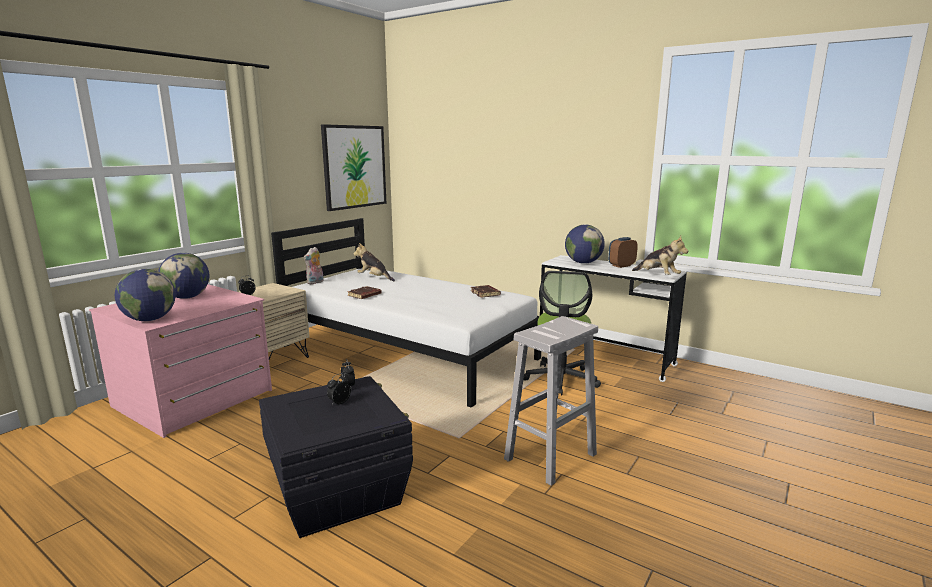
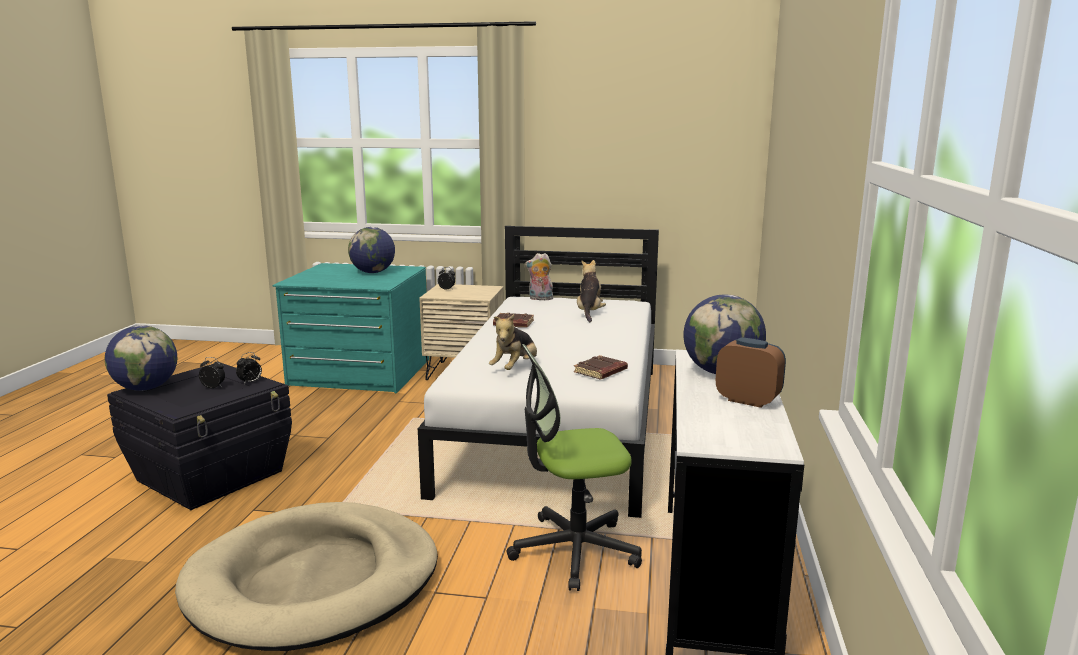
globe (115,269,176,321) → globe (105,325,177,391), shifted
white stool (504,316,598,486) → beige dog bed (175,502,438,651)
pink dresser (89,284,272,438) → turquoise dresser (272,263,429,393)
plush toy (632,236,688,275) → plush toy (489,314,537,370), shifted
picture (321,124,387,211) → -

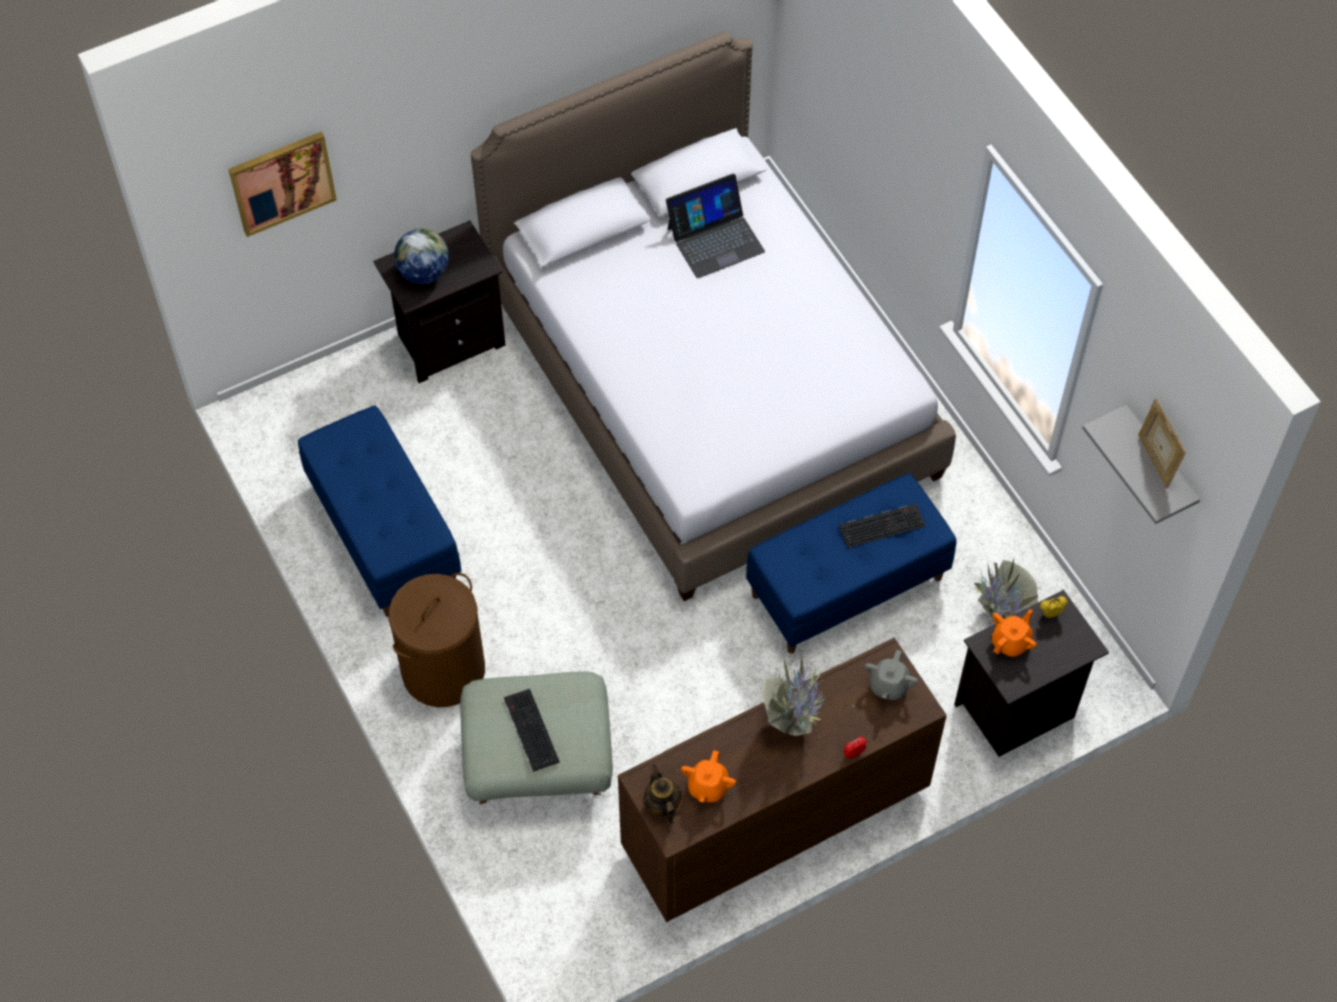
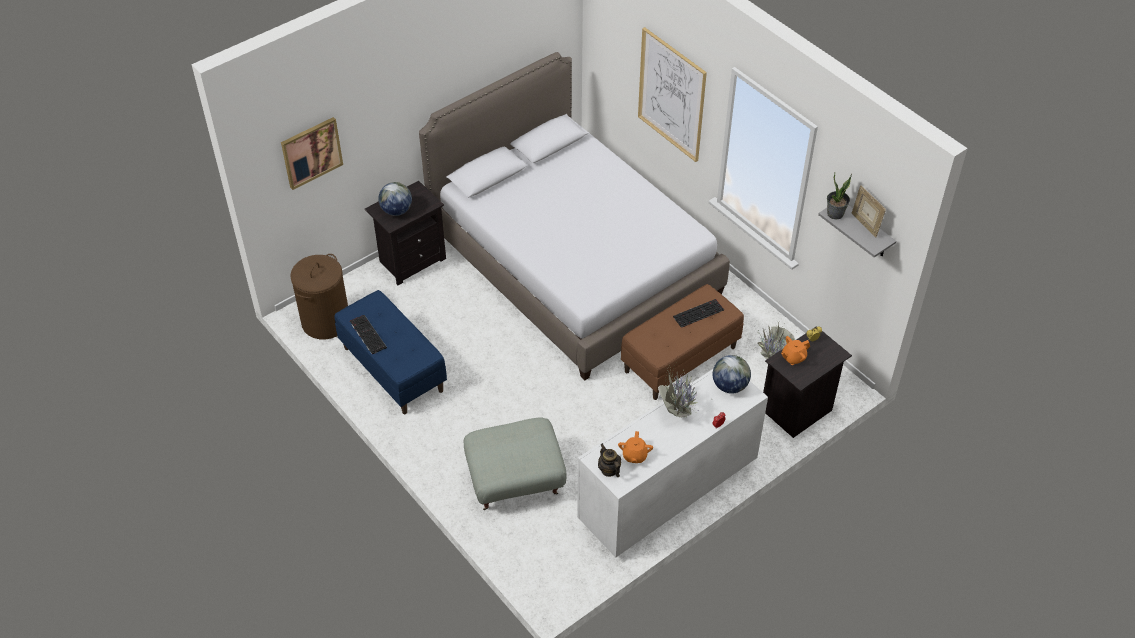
brown laundry basket (389,573,485,707) → brown laundry basket (290,254,348,340), shifted
keyboard (504,689,560,772) → keyboard (350,315,387,354), shifted
brown dresser (618,638,947,922) → white dresser (577,369,768,557)
blue bench (746,473,957,654) → brown bench (621,284,744,400)
- → picture (638,27,707,162)
grey teapot (865,650,918,700) → globe (713,355,751,394)
orange teapot (992,609,1037,657) → orange teapot (781,336,810,365), 150 degrees counterclockwise
- → potted plant (827,173,852,219)
laptop (666,173,765,278) → -

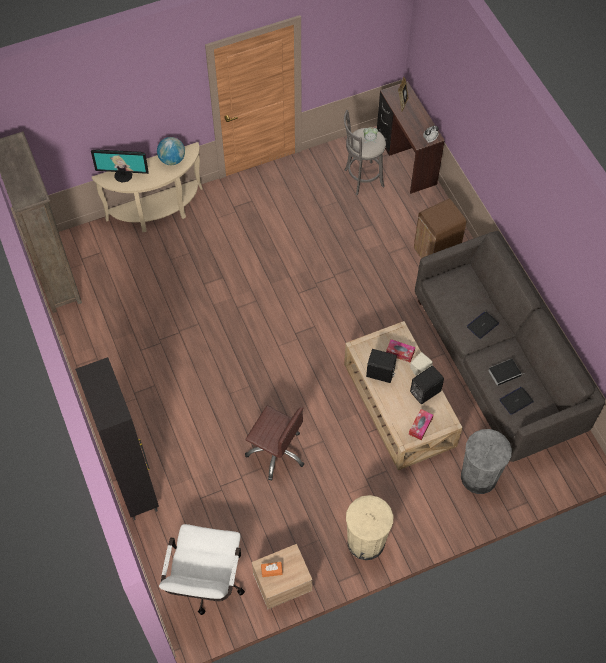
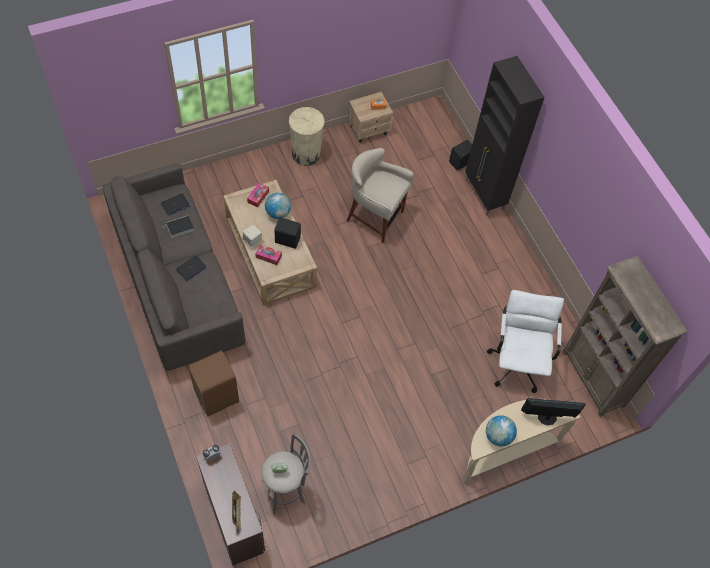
- → globe (265,193,291,219)
brown office chair (245,405,304,480) → beige stool (347,148,414,243)
black speaker (410,366,444,404) → black speaker (449,140,472,171), shifted
white office chair (159,524,245,615) → white office chair (487,290,564,393), shifted
grey trash can (461,429,512,494) → -

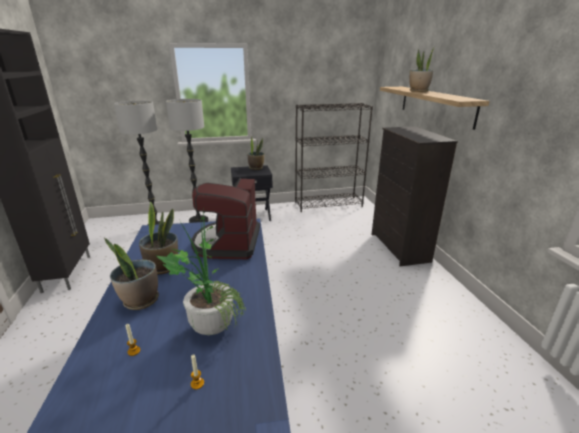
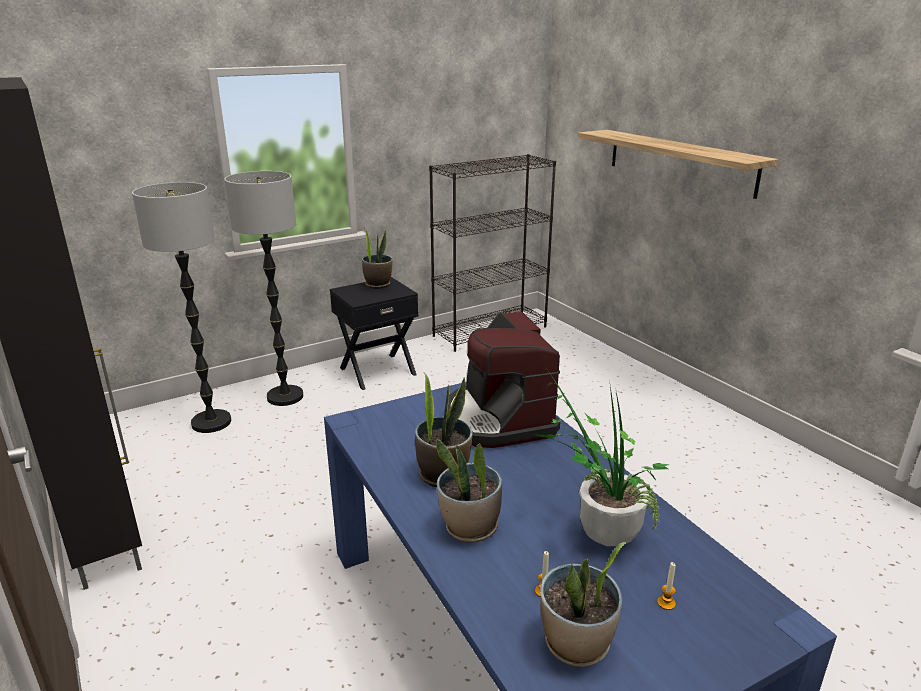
potted plant (409,46,435,92) → potted plant (540,542,627,667), shifted
black dresser (372,126,458,266) → -

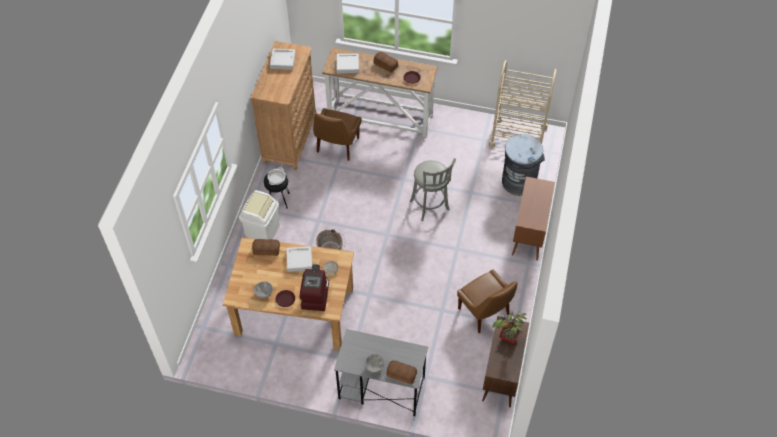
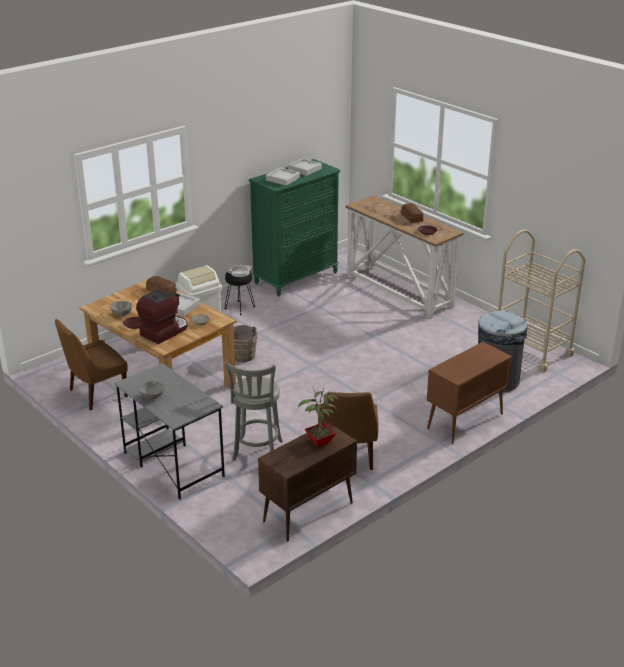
brown chair (313,108,362,160) → brown chair (55,319,128,410), shifted
grey stool (409,158,456,221) → grey stool (225,361,283,461), shifted
brown dresser (250,41,317,171) → green dresser (249,159,340,297)
grey tray (337,54,359,73) → grey tray (266,168,300,186), shifted
bread (386,360,417,385) → -

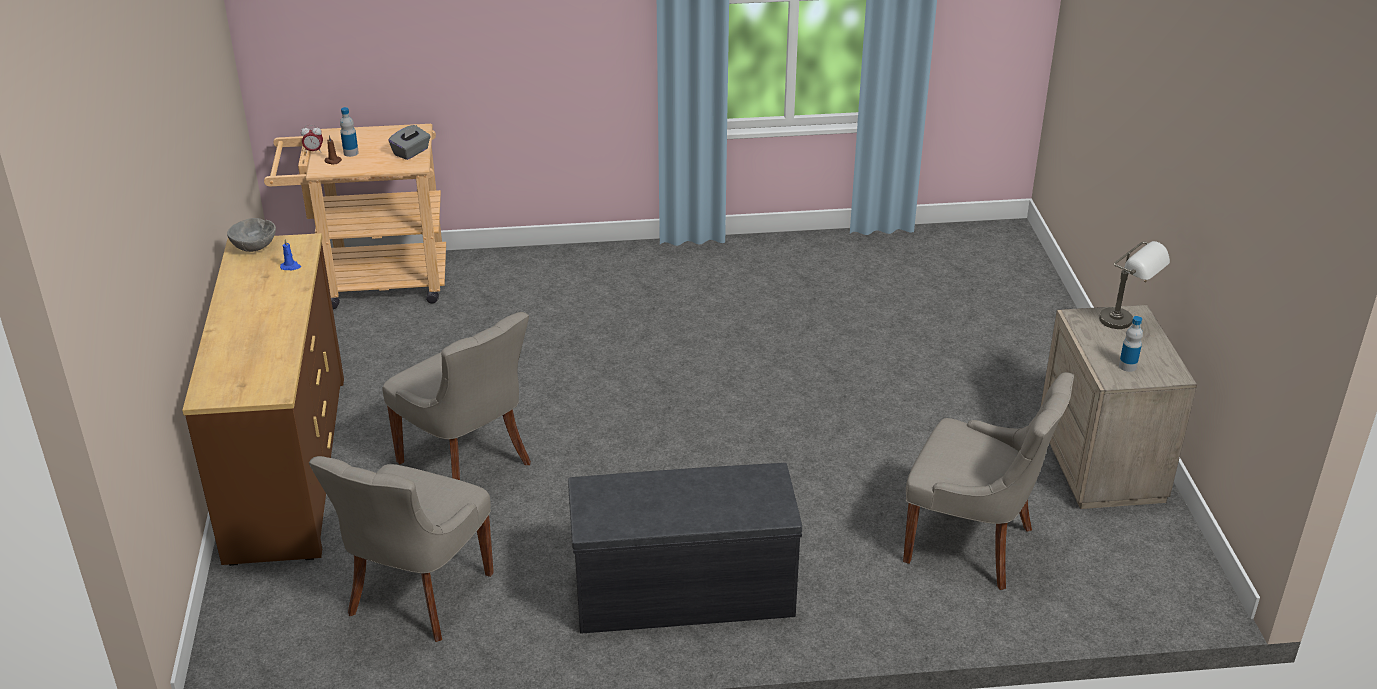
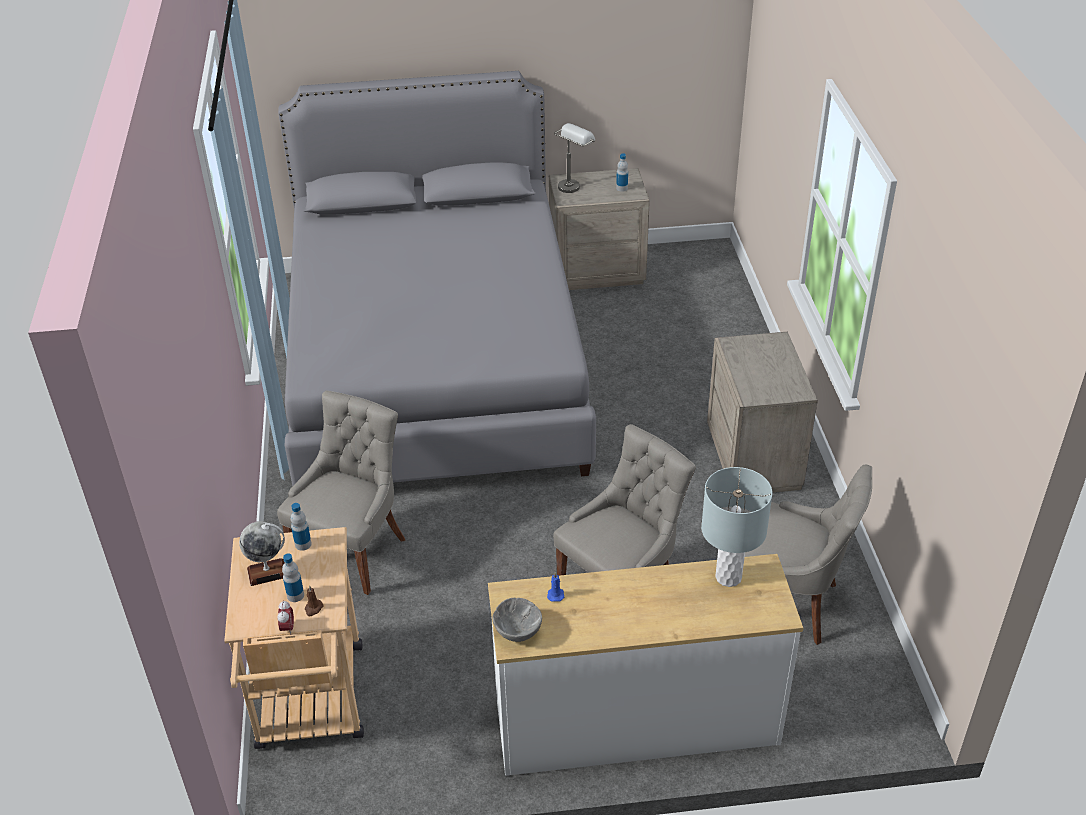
- → globe (239,521,285,586)
grey chair (903,372,1074,590) → grey chair (277,391,405,595), shifted
- → grey bed (278,71,596,486)
grey tissue box (388,125,431,160) → bottle (290,503,312,551)
brown dresser (182,233,344,566) → white dresser (488,554,803,776)
- → grey table lamp (701,467,772,587)
grey bench (568,463,802,634) → beige nightstand (707,332,818,493)

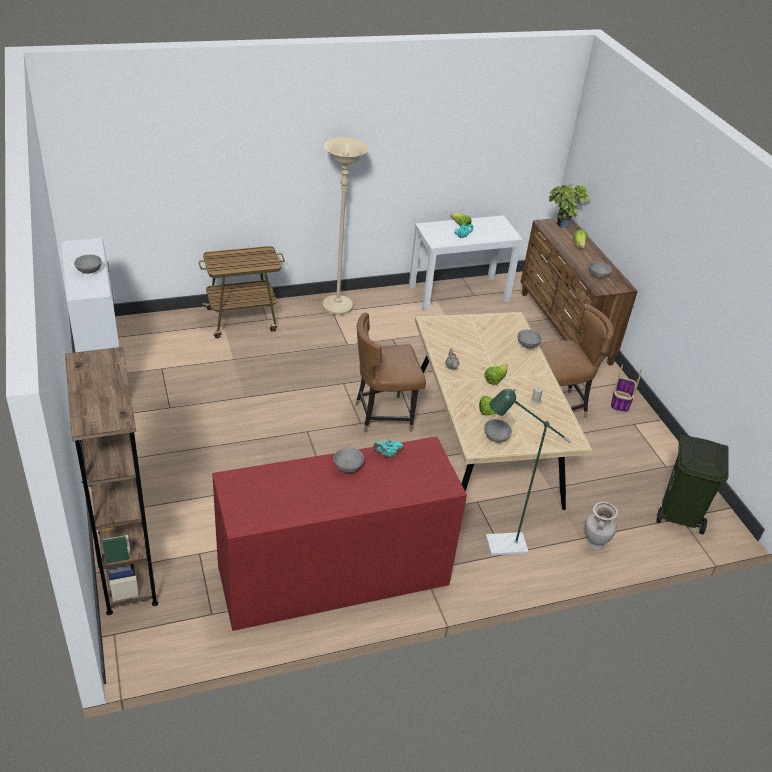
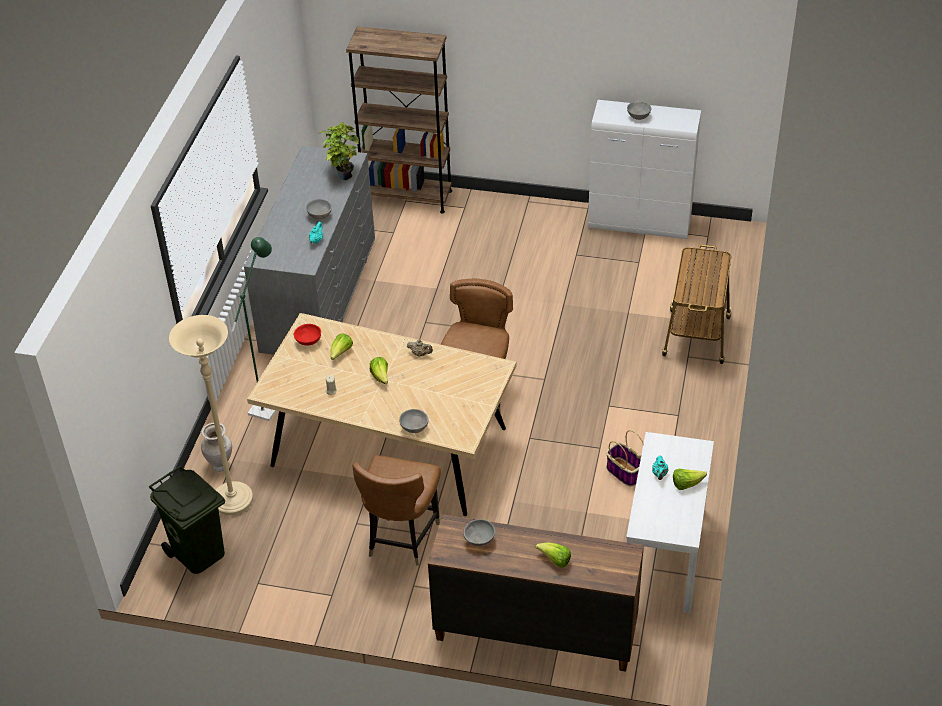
beige floor lamp (322,137,369,315) → beige floor lamp (169,315,253,515), shifted
red dresser (212,437,467,631) → grey dresser (244,146,375,355)
grey bowl (484,419,512,442) → red bowl (294,324,321,346)
potted plant (549,184,590,228) → potted plant (319,122,359,180), shifted
basket (611,364,642,412) → basket (606,430,644,487), shifted

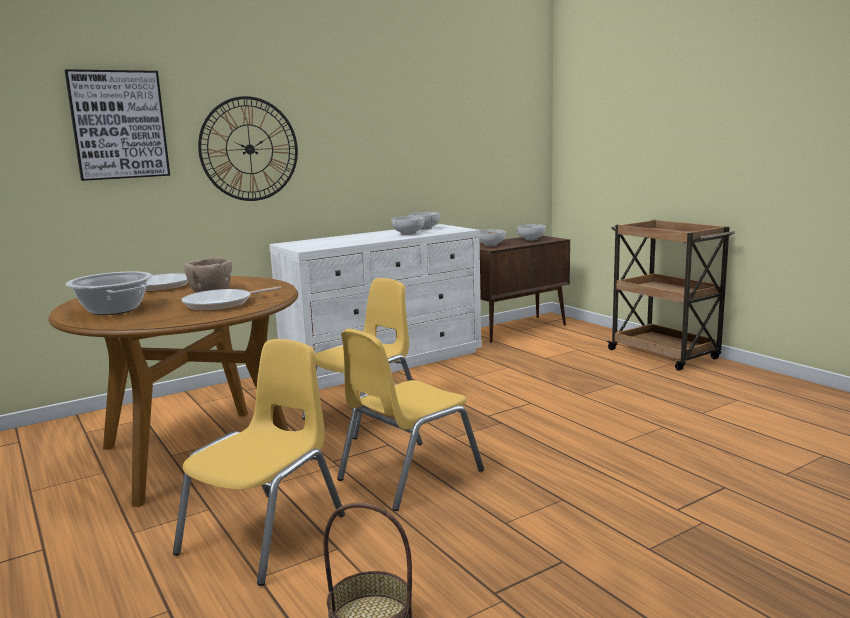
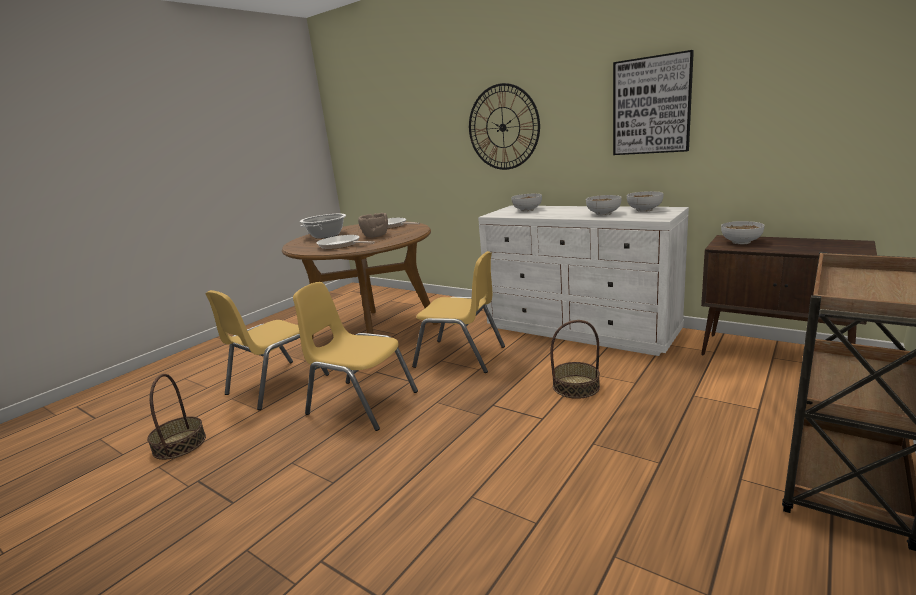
yellow chair (173,339,345,586) → yellow chair (206,290,329,410), 120 degrees clockwise
bowl (517,224,546,241) → bowl (511,194,542,212), shifted
- → basket (550,320,600,399)
picture (65,69,170,181) → picture (613,50,694,155), shifted

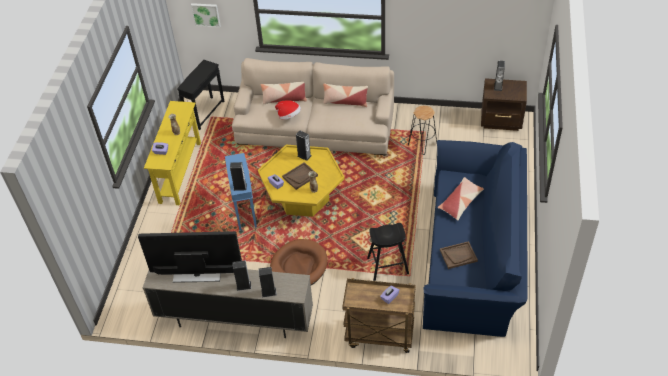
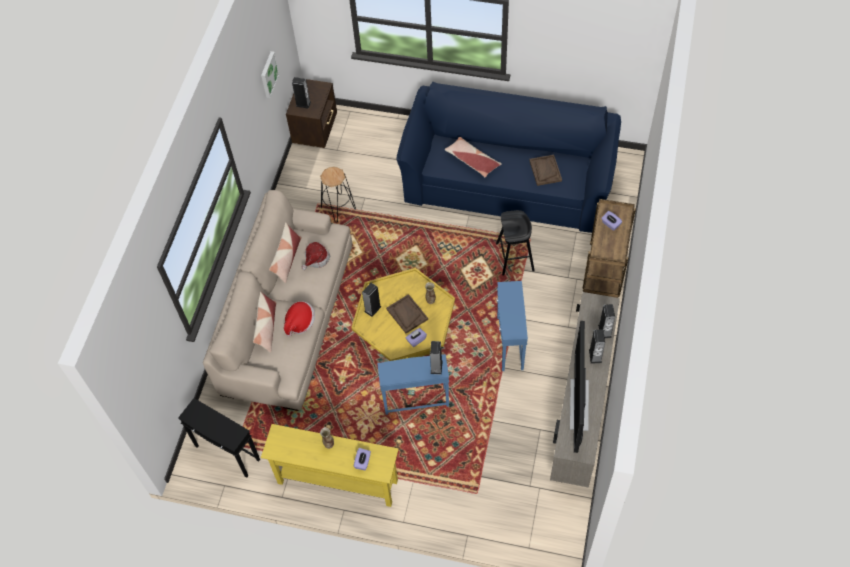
picture (191,3,221,28) → picture (261,51,279,98), shifted
- → hat (301,242,330,270)
brown dog bed (270,239,328,285) → blue side table (496,281,528,371)

